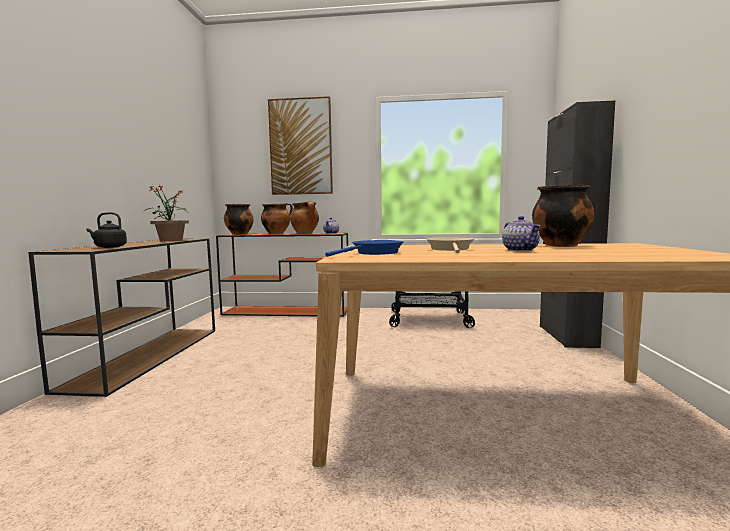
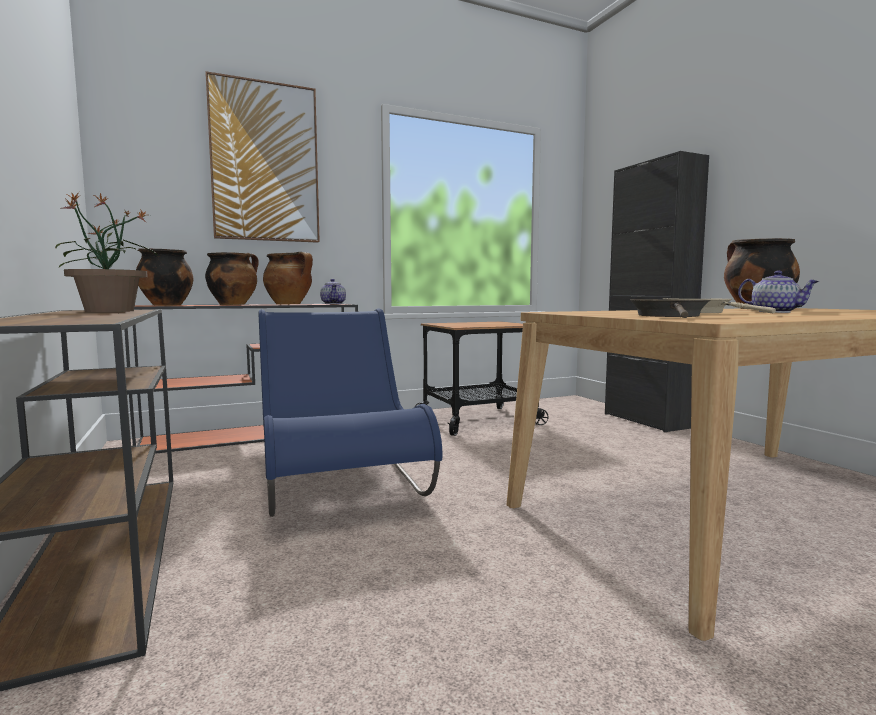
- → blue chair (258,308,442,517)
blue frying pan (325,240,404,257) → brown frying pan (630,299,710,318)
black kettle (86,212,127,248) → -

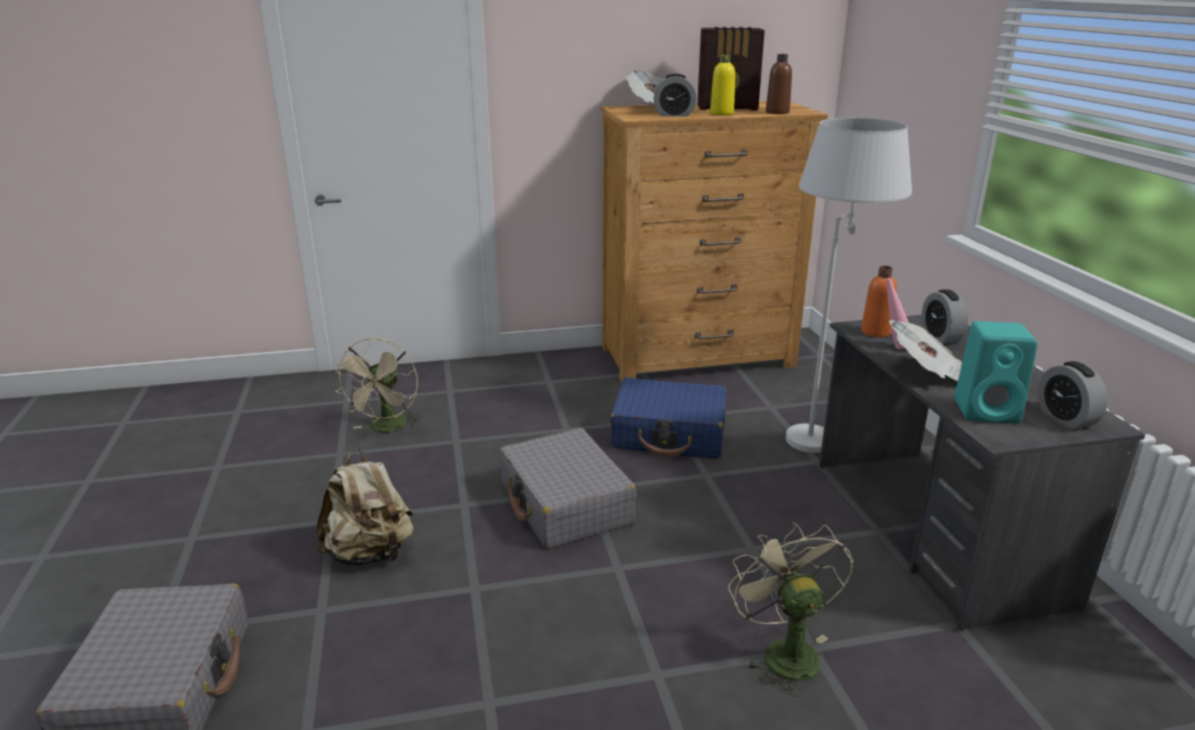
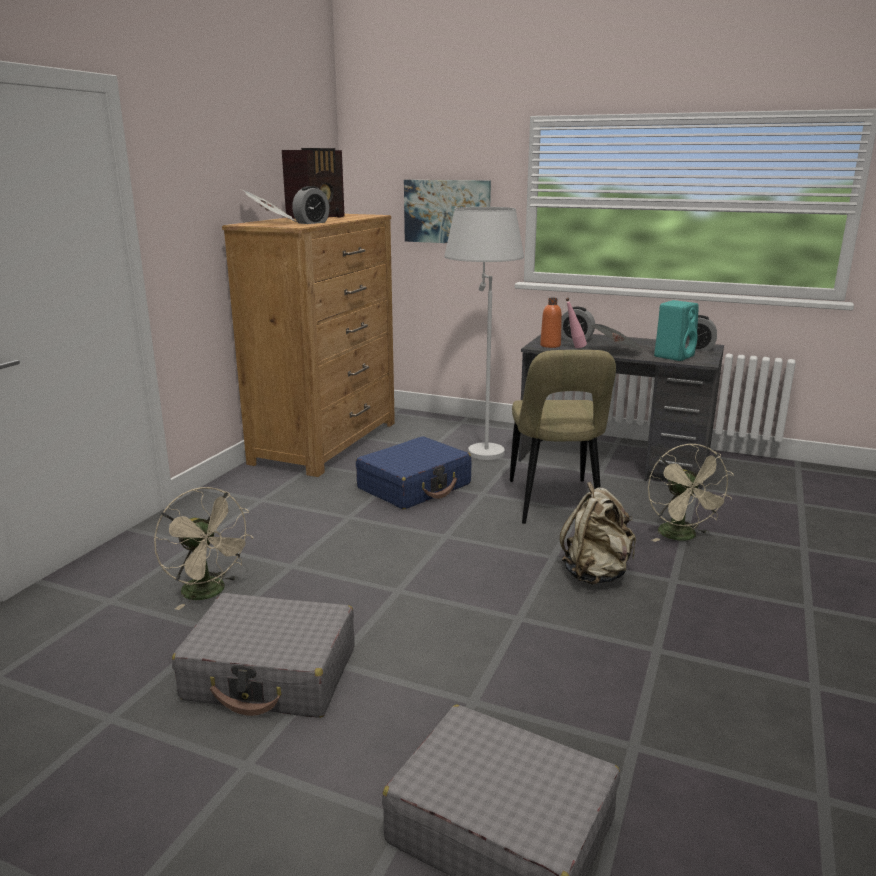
grey suitcase (499,428,636,548) → grey suitcase (172,593,355,718), shifted
- → picture (404,180,491,243)
- → beige chair (510,350,616,524)
beige backpack (316,449,414,566) → beige backpack (560,482,636,585), shifted
beige fan (728,522,853,697) → beige fan (648,443,734,542), 120 degrees counterclockwise
yellow bottle (710,54,735,115) → -
brown bottle (766,54,792,114) → -

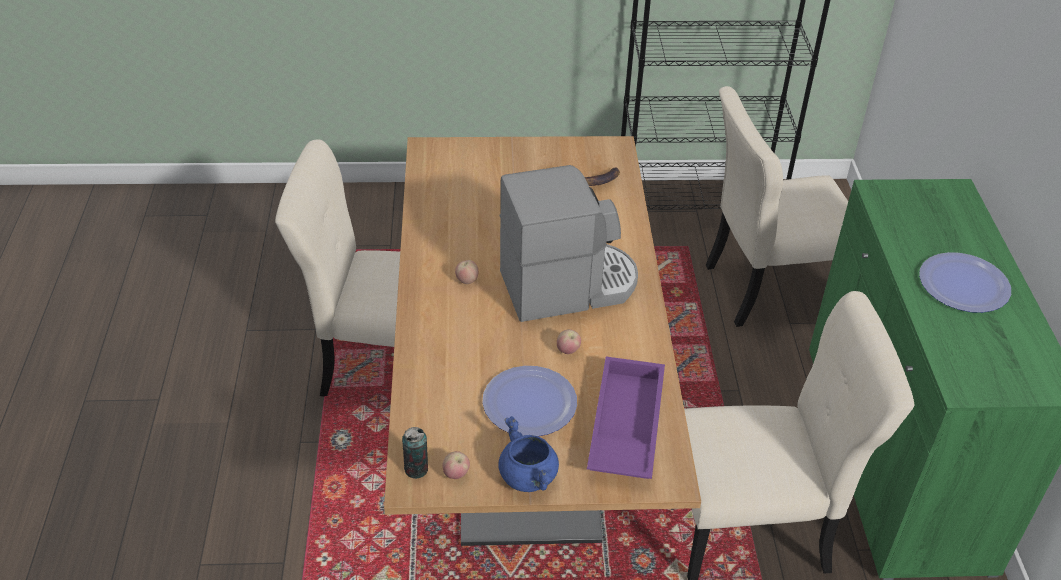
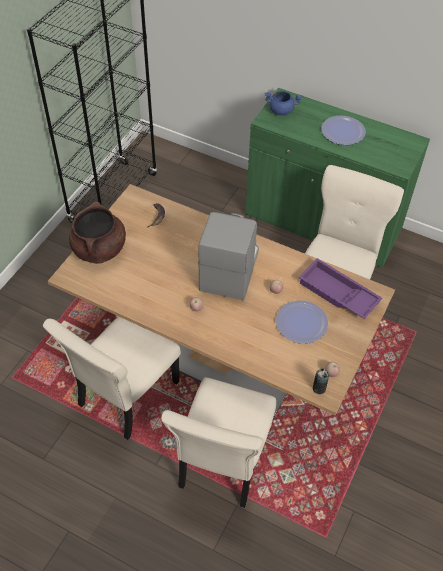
- → brown cooking pot (69,202,126,264)
beige chair (706,86,848,327) → beige chair (161,377,276,508), shifted
blue cooking pot (498,416,559,492) → blue cooking pot (265,91,303,115), shifted

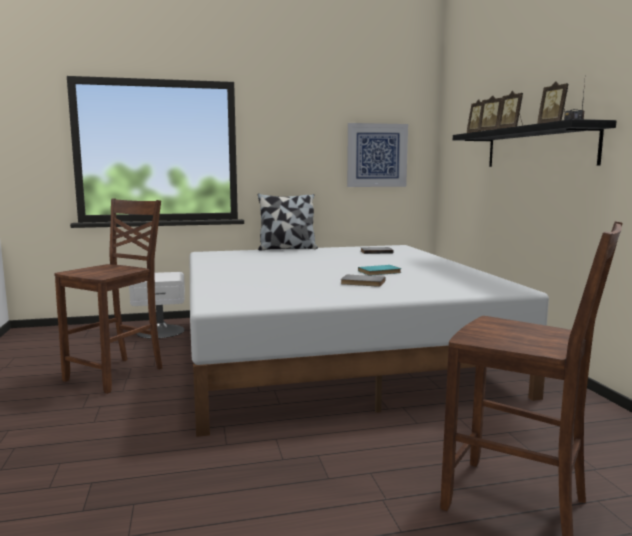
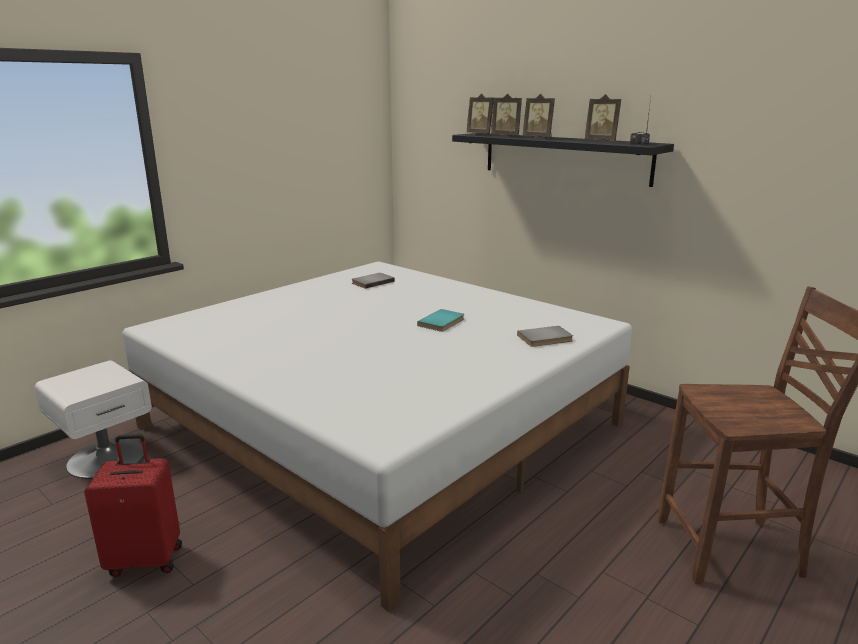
brown chair (54,198,162,394) → red suitcase (84,434,182,577)
grey book (341,275,385,287) → grey book (517,326,573,347), shifted
pillow (258,193,318,251) → -
picture (347,123,408,187) → -

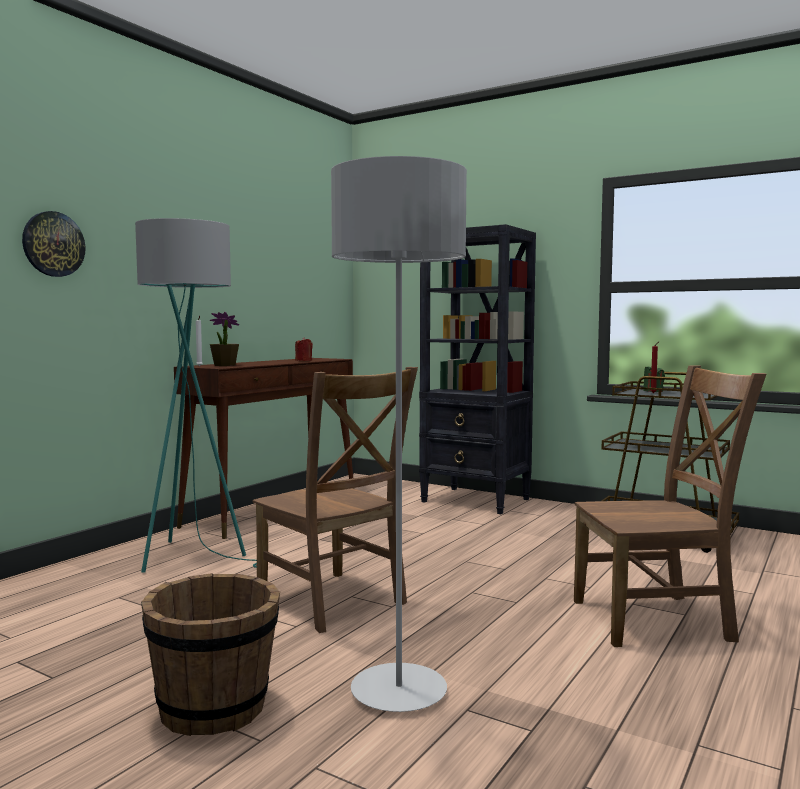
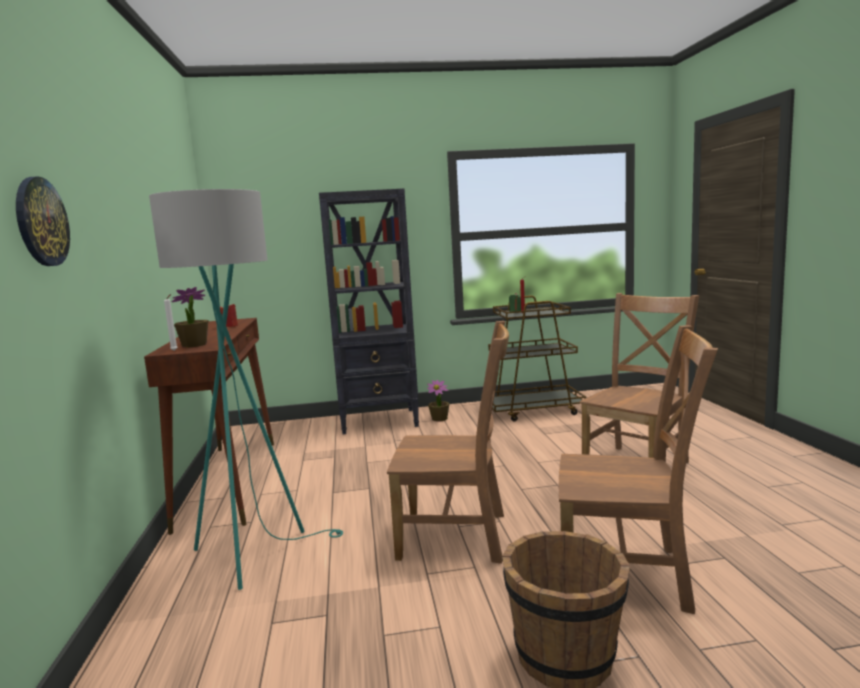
- → potted plant (427,380,450,421)
grey floor lamp (331,156,467,712) → brown chair (559,325,718,614)

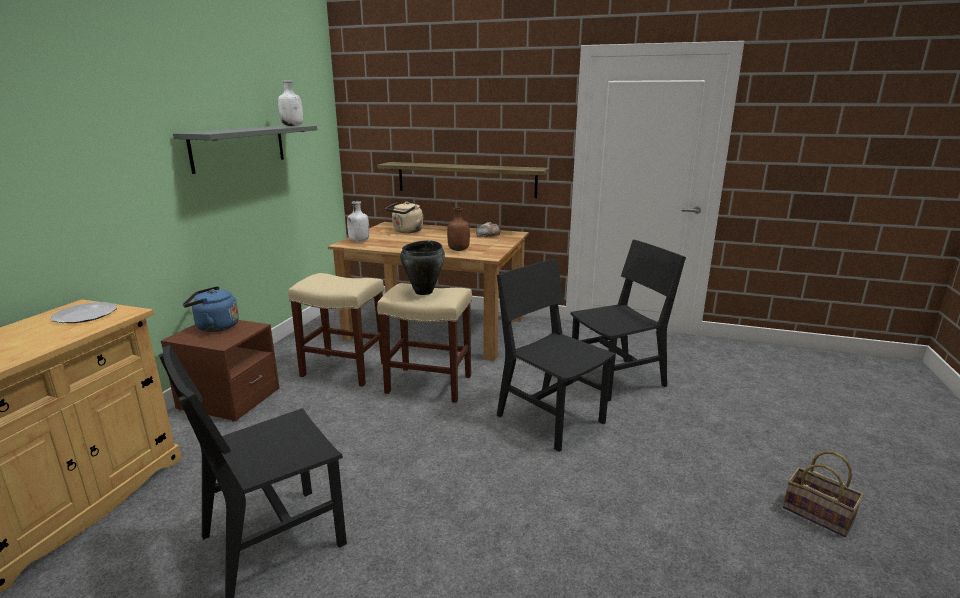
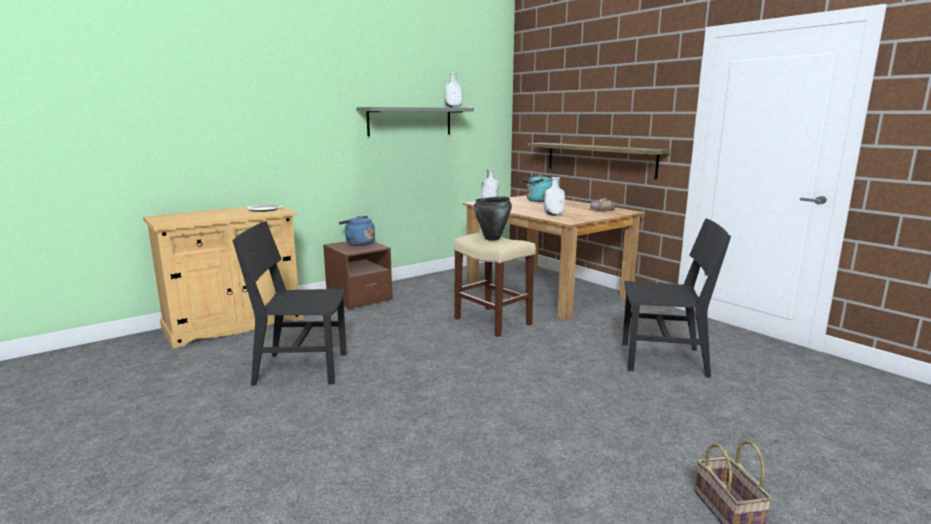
beige kettle (386,202,423,233) → turquoise kettle (523,175,552,202)
brown bottle (447,208,470,251) → white bottle (544,177,565,216)
beige stool (288,273,384,387) → -
black chair (497,259,615,452) → -

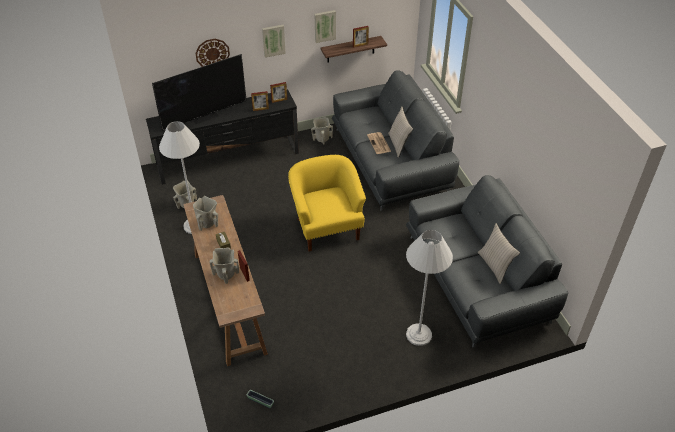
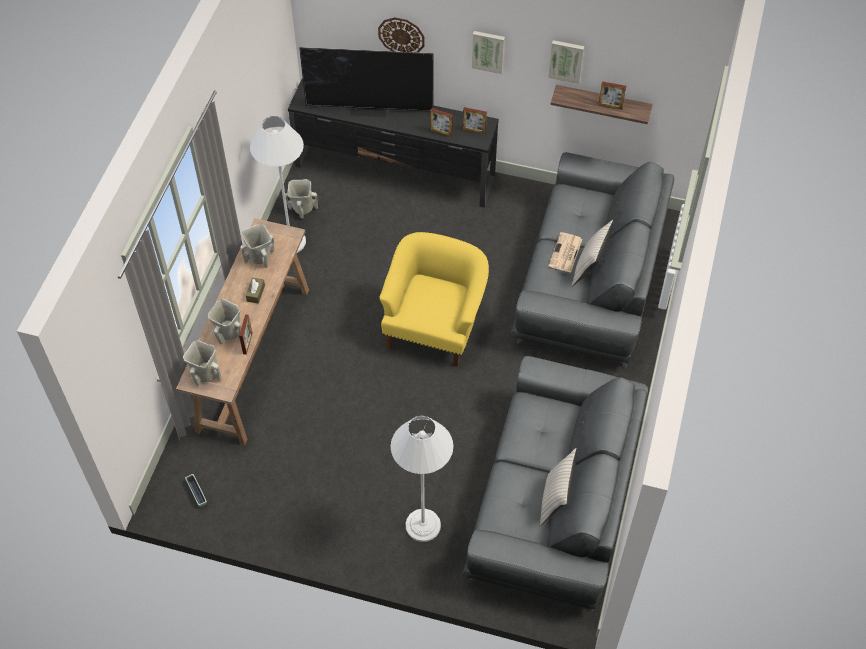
beige vase (311,117,333,144) → beige vase (183,341,221,386), shifted

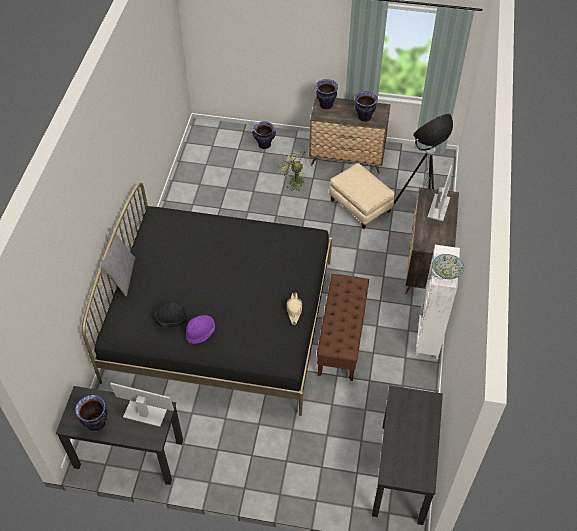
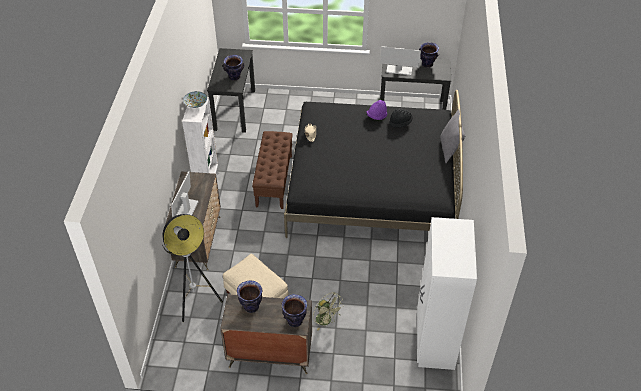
vase (252,121,276,149) → vase (223,55,244,81), shifted
- → white wardrobe (417,217,477,370)

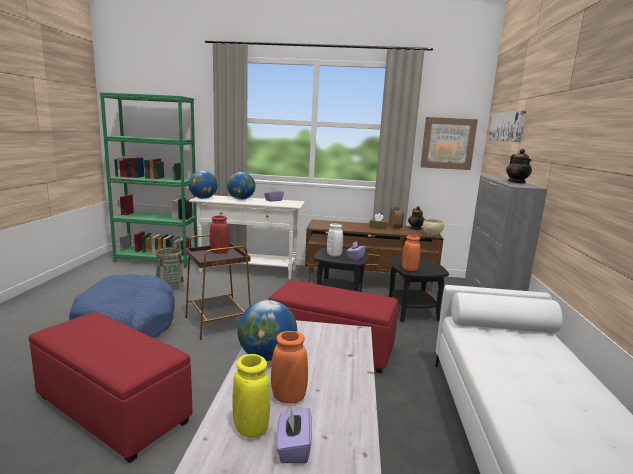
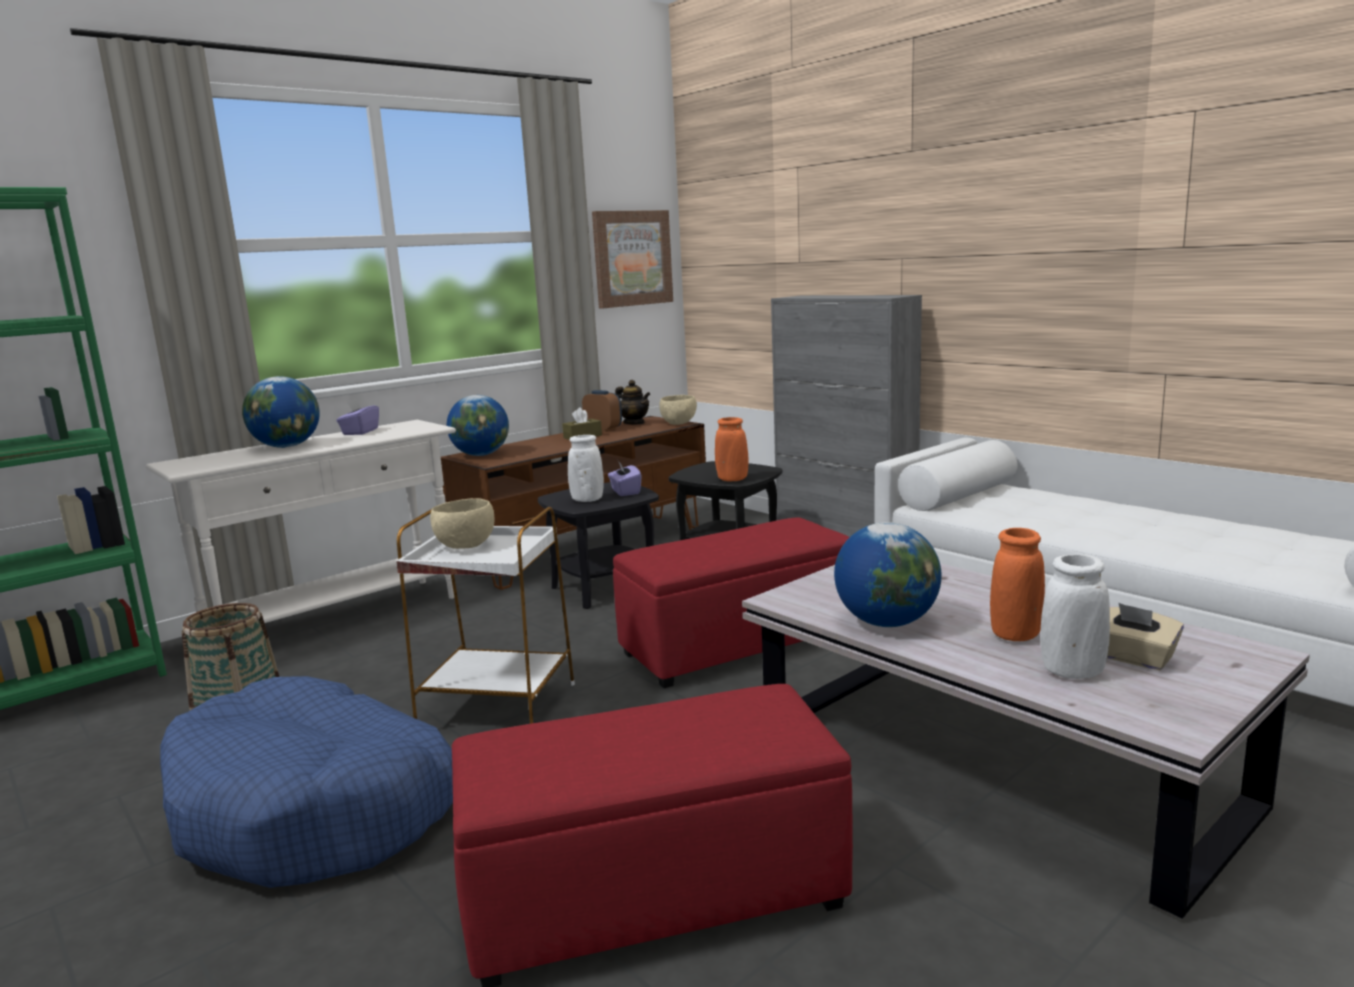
brown side table (185,234,251,340) → white side table (396,507,575,724)
red vase (210,216,230,254) → beige bowl (430,498,495,549)
globe (188,170,218,199) → globe (447,395,509,456), shifted
yellow vase (232,354,270,438) → white vase (1040,554,1110,679)
purple tissue box (276,407,312,464) → beige tissue box (1107,603,1184,670)
picture (489,110,527,143) → -
teapot (506,149,532,184) → -

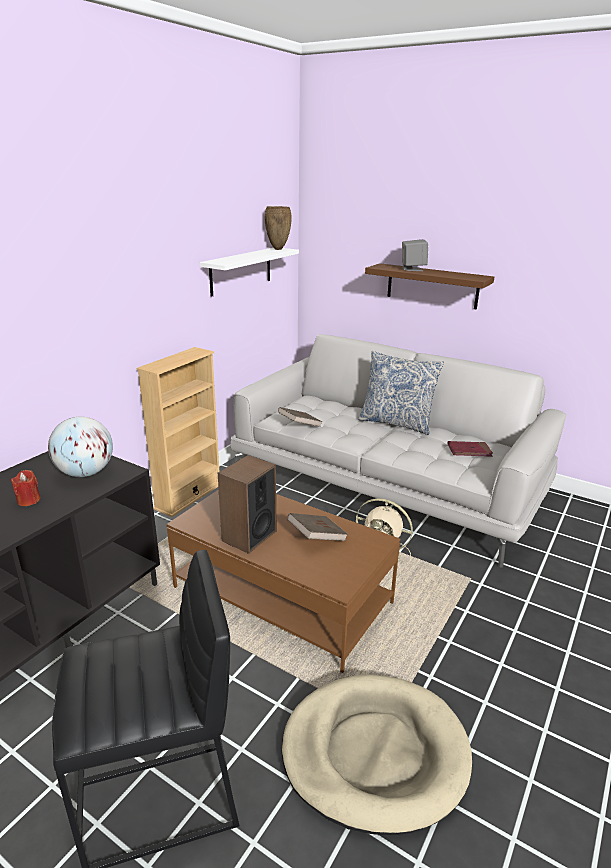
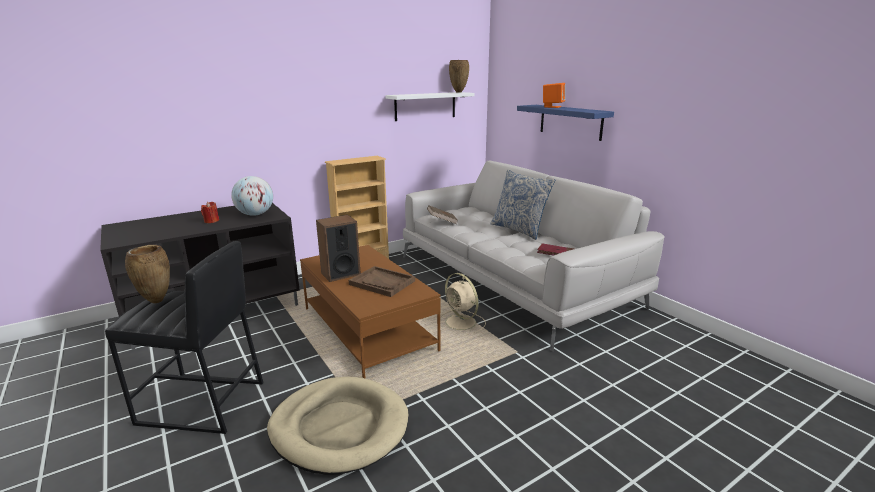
- → brown vase (125,245,170,304)
brown book (287,513,348,541) → brown tray (349,266,415,297)
brown shelf (365,263,494,310) → blue shelf (517,105,614,141)
grey speaker (402,239,428,271) → orange speaker (543,83,566,108)

